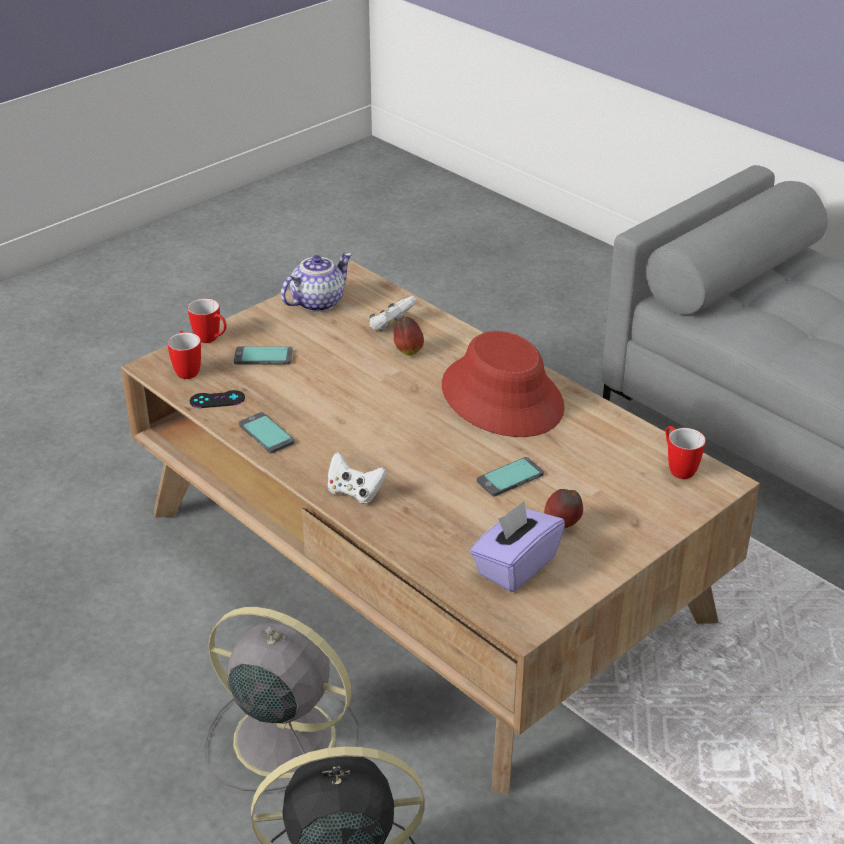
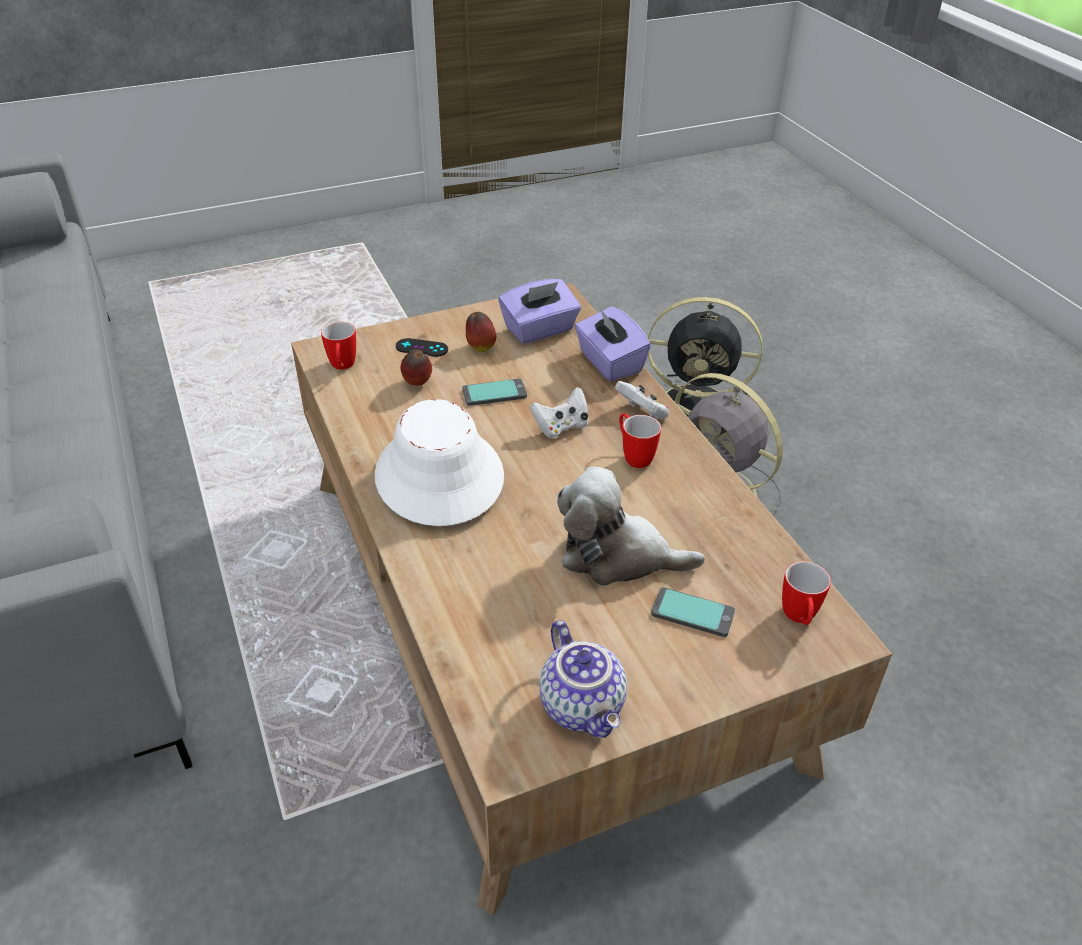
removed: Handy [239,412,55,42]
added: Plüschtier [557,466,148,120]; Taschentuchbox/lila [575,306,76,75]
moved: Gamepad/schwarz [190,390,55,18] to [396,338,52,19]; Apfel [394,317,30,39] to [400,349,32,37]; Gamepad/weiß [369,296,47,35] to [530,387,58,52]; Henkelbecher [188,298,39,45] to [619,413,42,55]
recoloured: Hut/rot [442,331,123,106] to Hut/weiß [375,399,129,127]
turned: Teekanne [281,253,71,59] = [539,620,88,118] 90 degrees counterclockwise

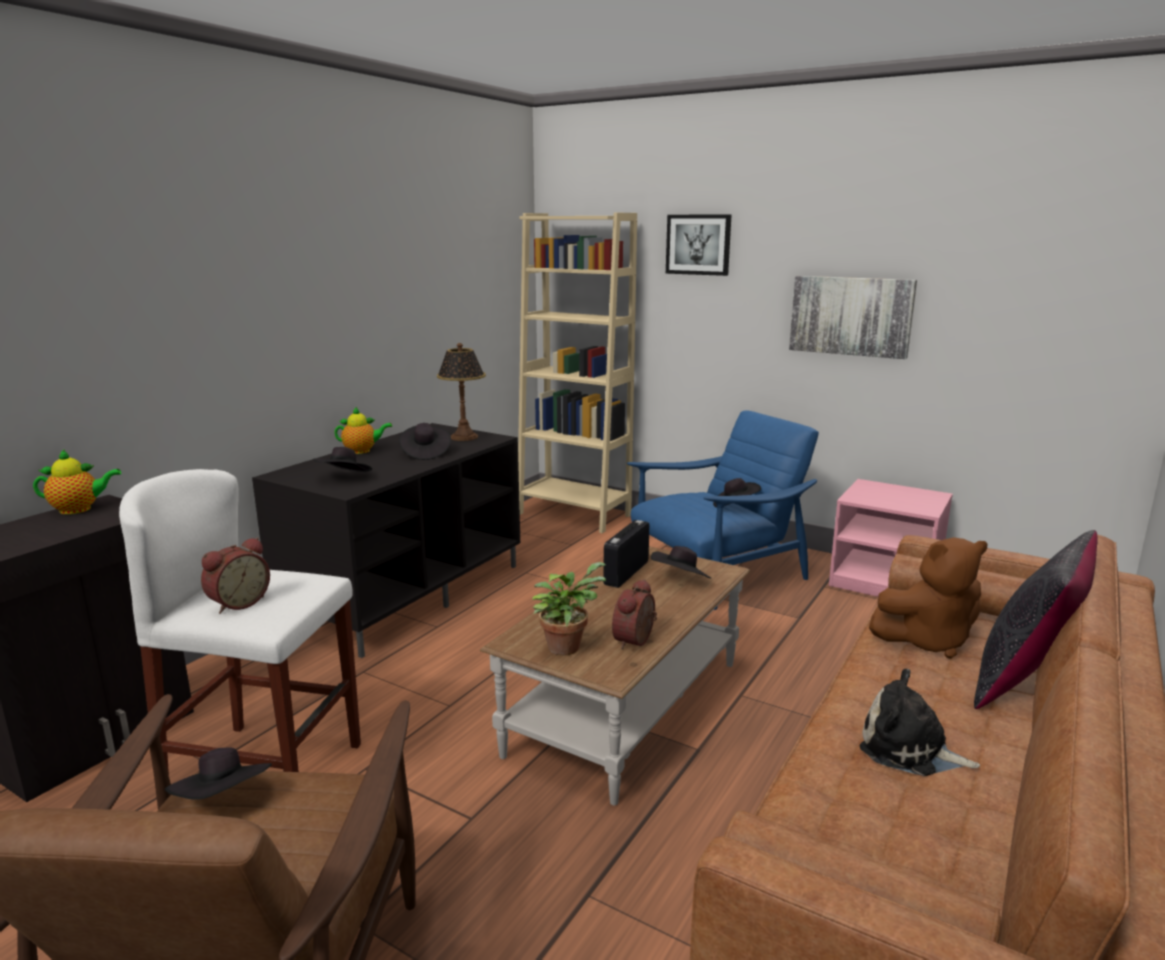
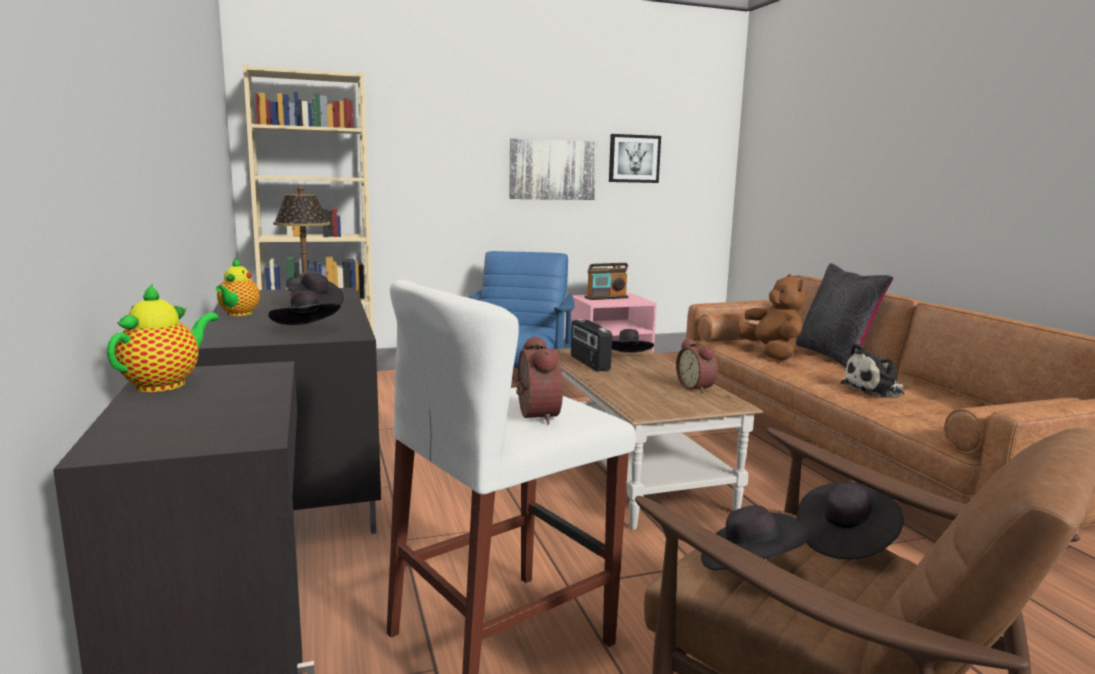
removed: Topfpflanze [532,562,74,94]
added: Radio [585,263,43,37]
moved: Bild [666,214,66,62] to [609,134,52,49]; Hut/schwarz [713,478,48,29] to [796,482,108,77]
turned: Teekanne [334,407,58,47] = [216,258,44,58] 150 degrees clockwise; Plüschtier/braun [869,537,119,122] = [736,274,69,86] 45 degrees counterclockwise

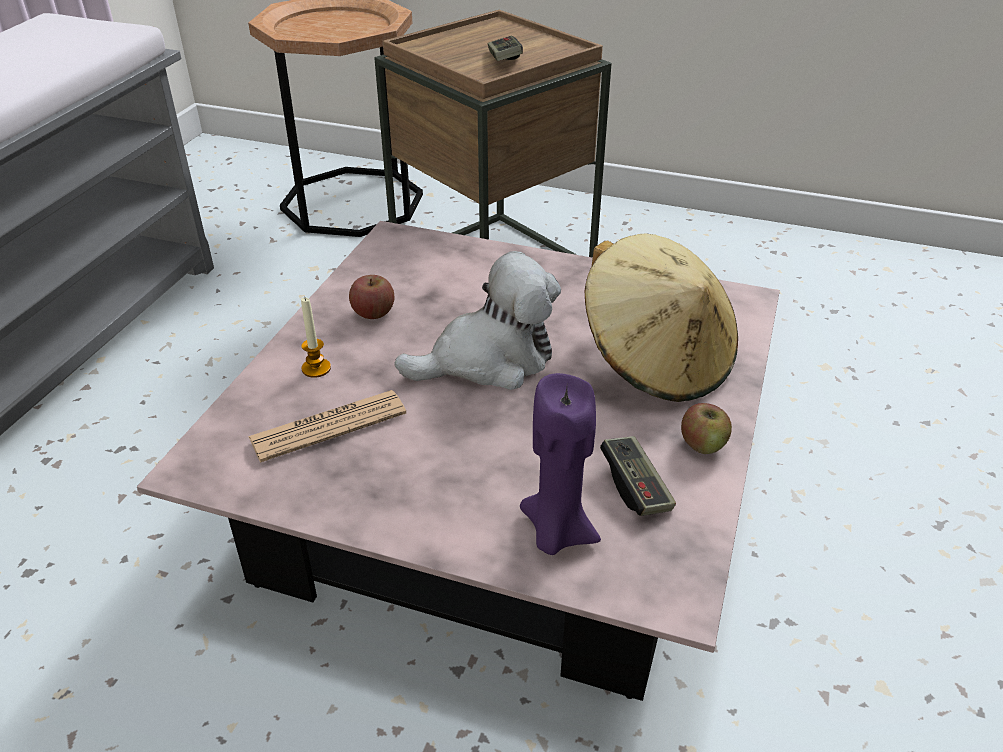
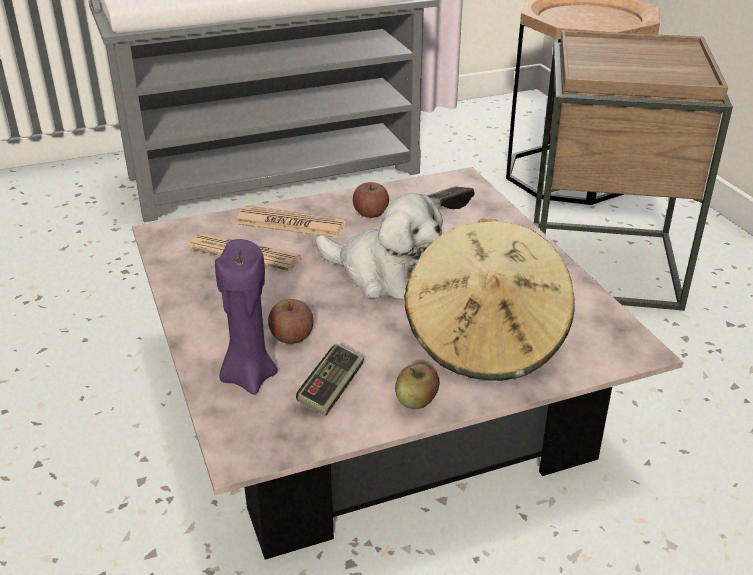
added: Apfel [268,299,46,45]
moved: Gamepad [488,36,35,25] to [426,187,49,22]
replaced: Kerze [301,297,30,81] to Zeitung [236,206,110,32]

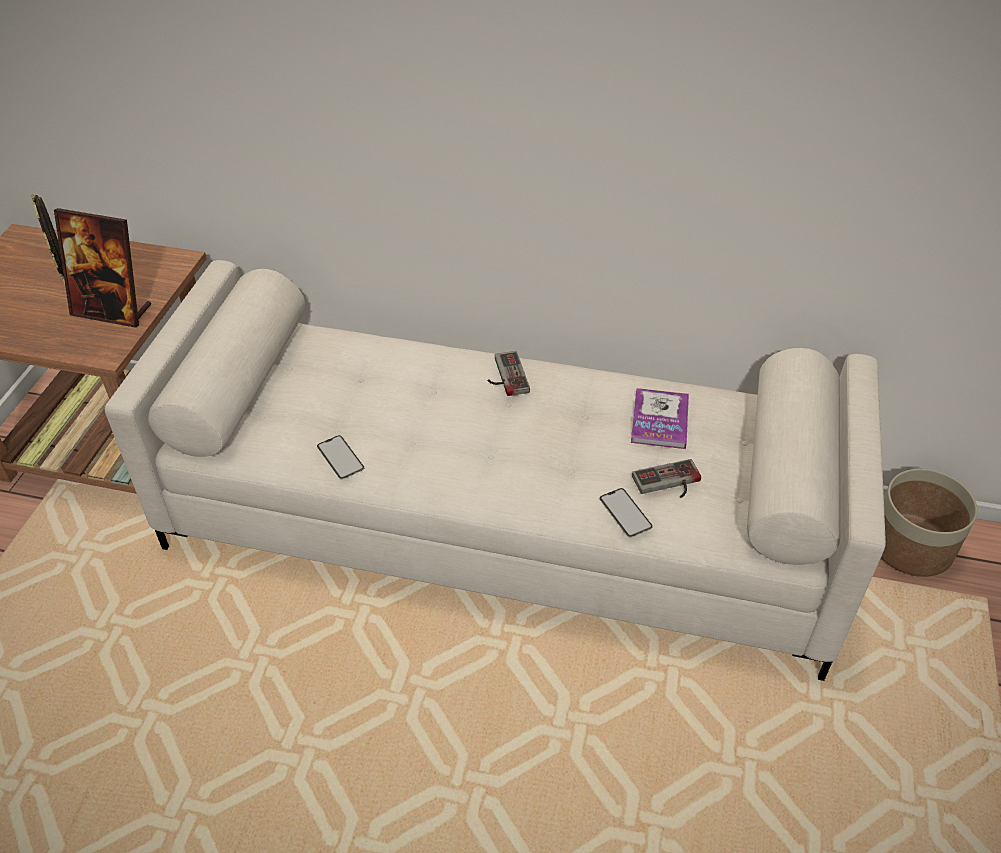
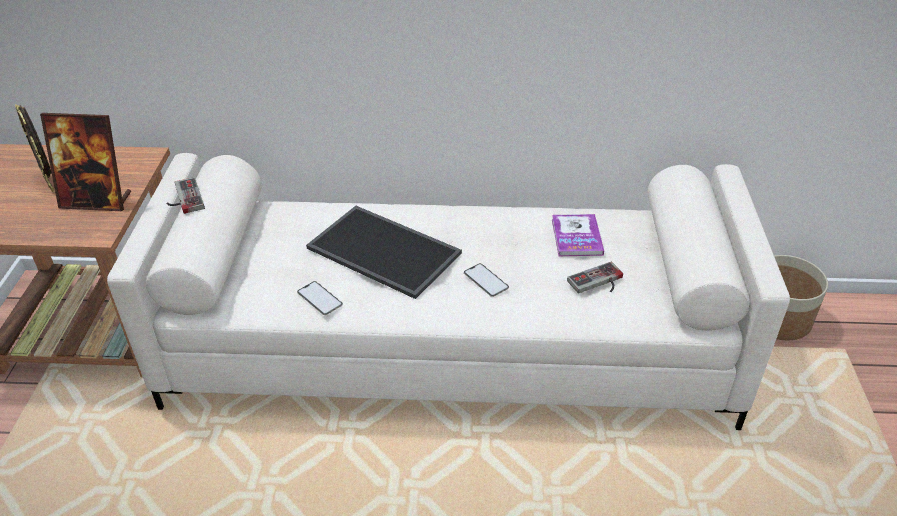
added: Tablett [306,206,156,93]
moved: Gamepad [488,351,42,45] to [166,177,39,37]; Handy [600,488,53,49] to [464,263,45,34]

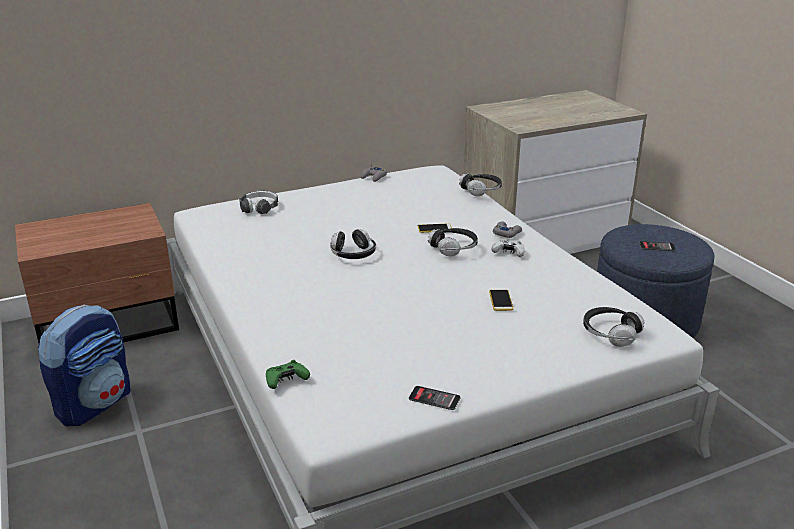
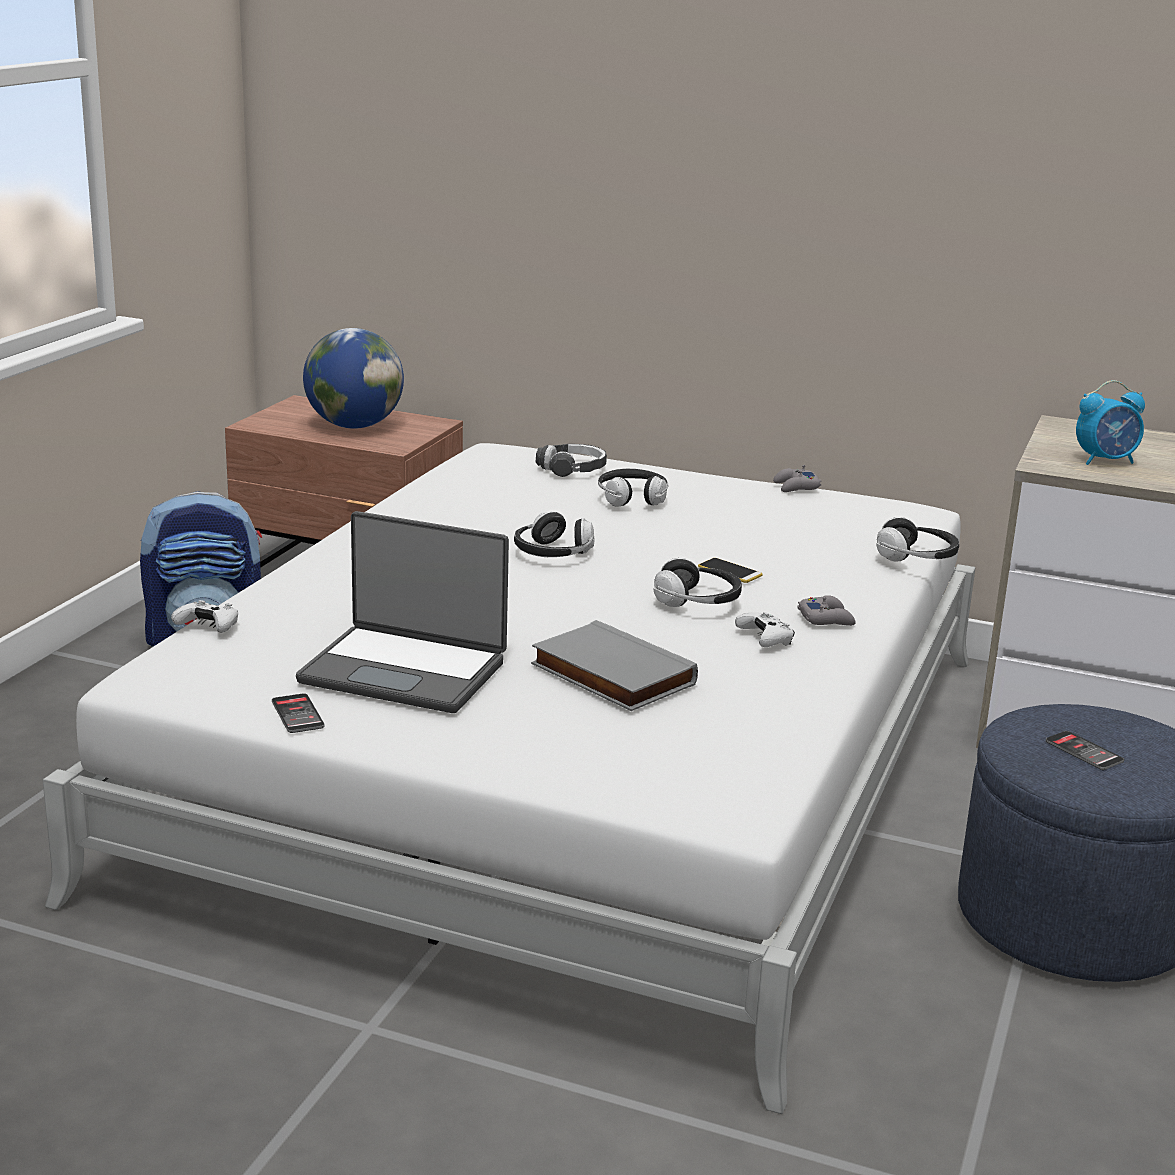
added: Laptop [296,511,213,202]; Globus [303,328,101,101]; Wecker [1076,380,69,85]
moved: Kopfhörer [583,307,62,40] to [598,469,70,38]
replaced: Handy [489,290,24,21] to Buch/grau [531,620,167,91]
recoloured: Gamepad/grün [266,360,44,29] to Gamepad/weiß [171,600,67,33]

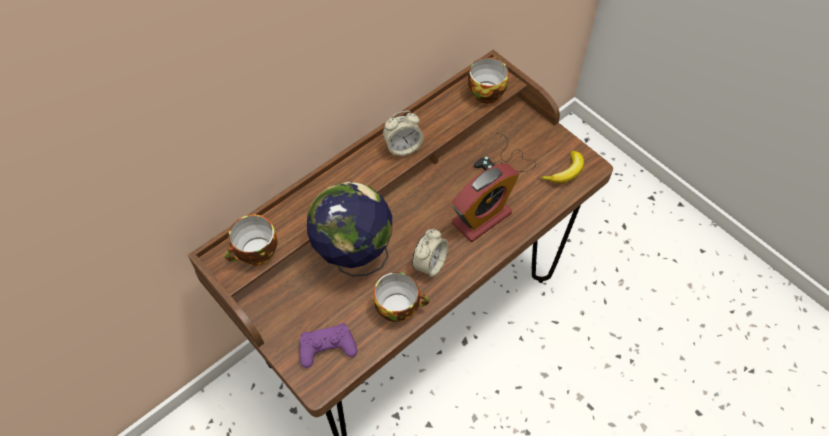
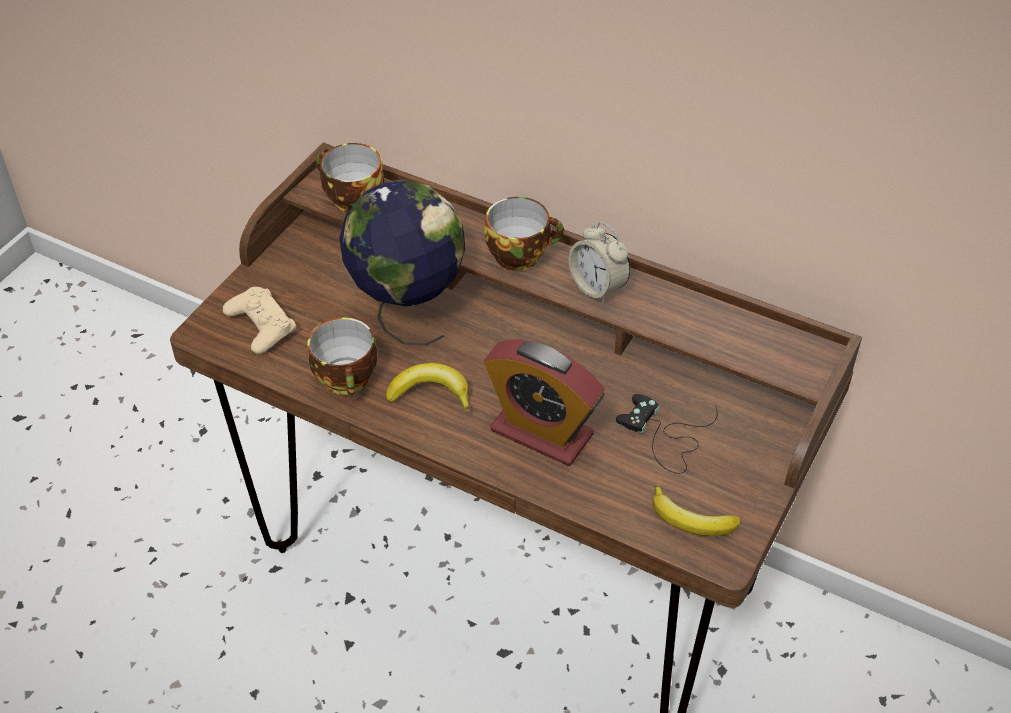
moved: Tasse [468,57,41,46] to [484,197,80,74]
replaced: Wecker [412,229,36,50] to Banane [386,363,84,50]
recoloured: Gamepad/lila [299,323,58,45] to Gamepad/beige [223,287,73,67]

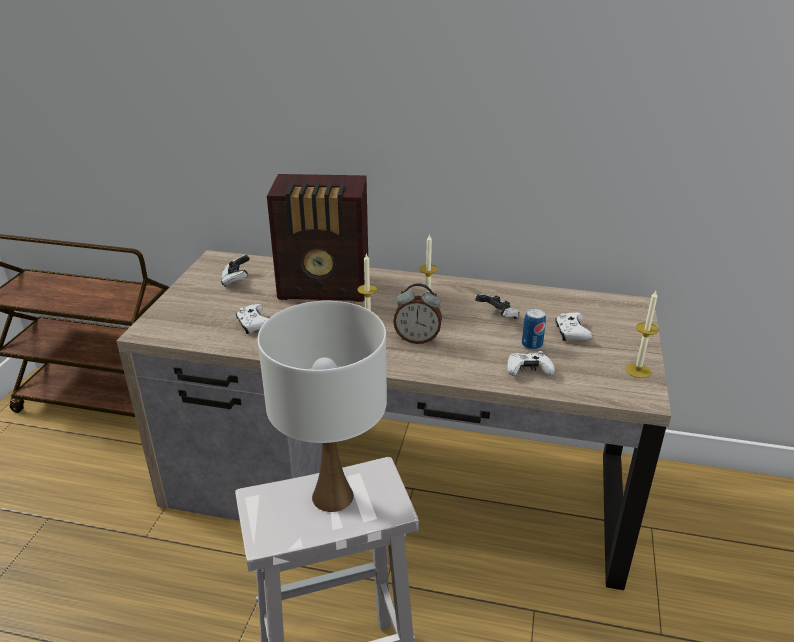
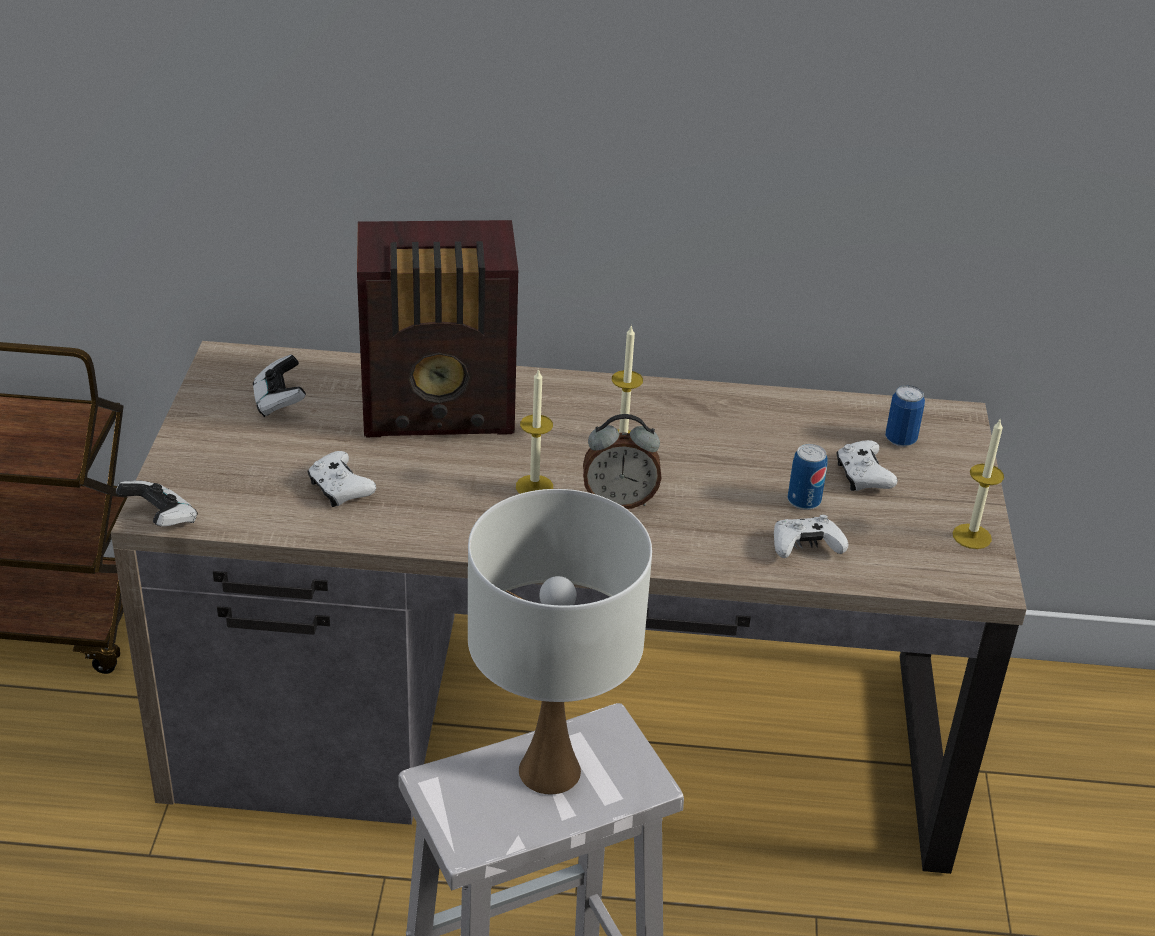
added: Dose [885,385,40,62]
moved: Gamepad [475,294,45,25] to [116,480,82,46]

